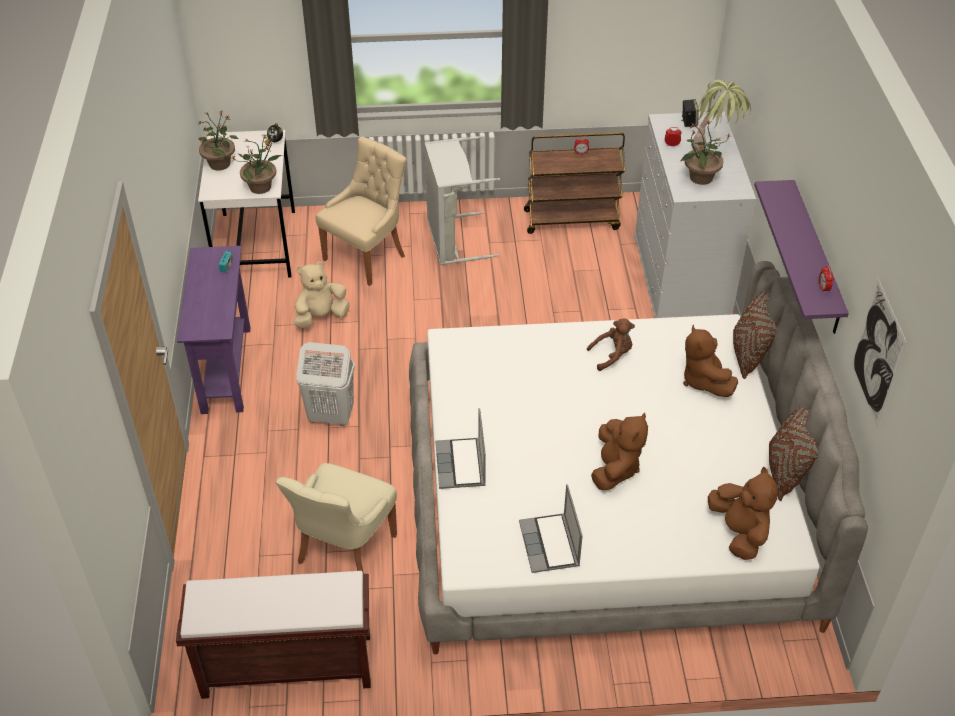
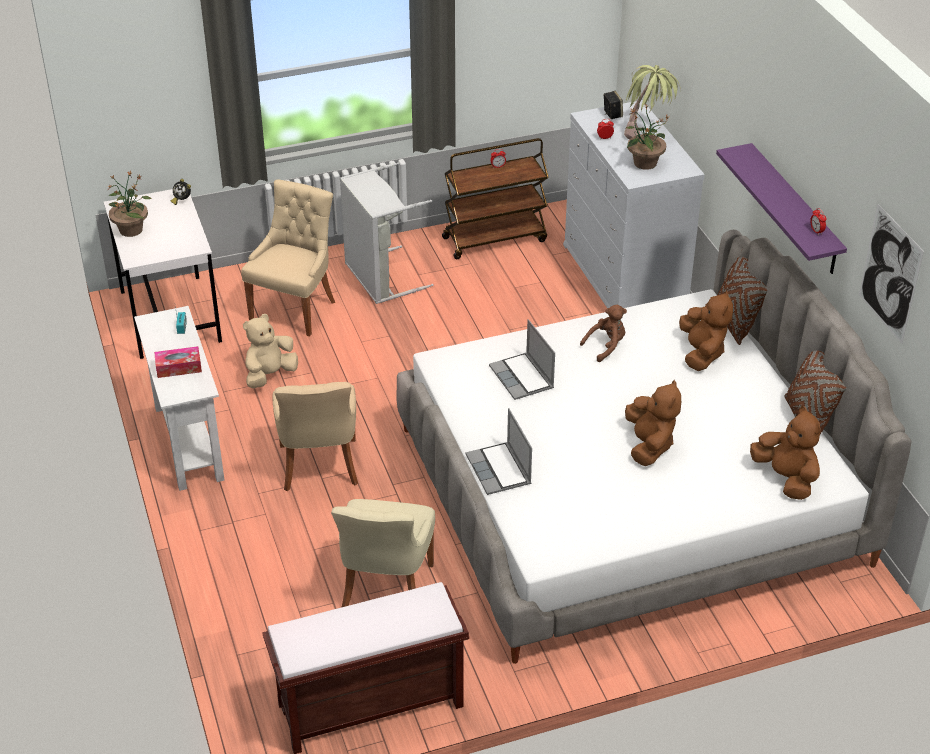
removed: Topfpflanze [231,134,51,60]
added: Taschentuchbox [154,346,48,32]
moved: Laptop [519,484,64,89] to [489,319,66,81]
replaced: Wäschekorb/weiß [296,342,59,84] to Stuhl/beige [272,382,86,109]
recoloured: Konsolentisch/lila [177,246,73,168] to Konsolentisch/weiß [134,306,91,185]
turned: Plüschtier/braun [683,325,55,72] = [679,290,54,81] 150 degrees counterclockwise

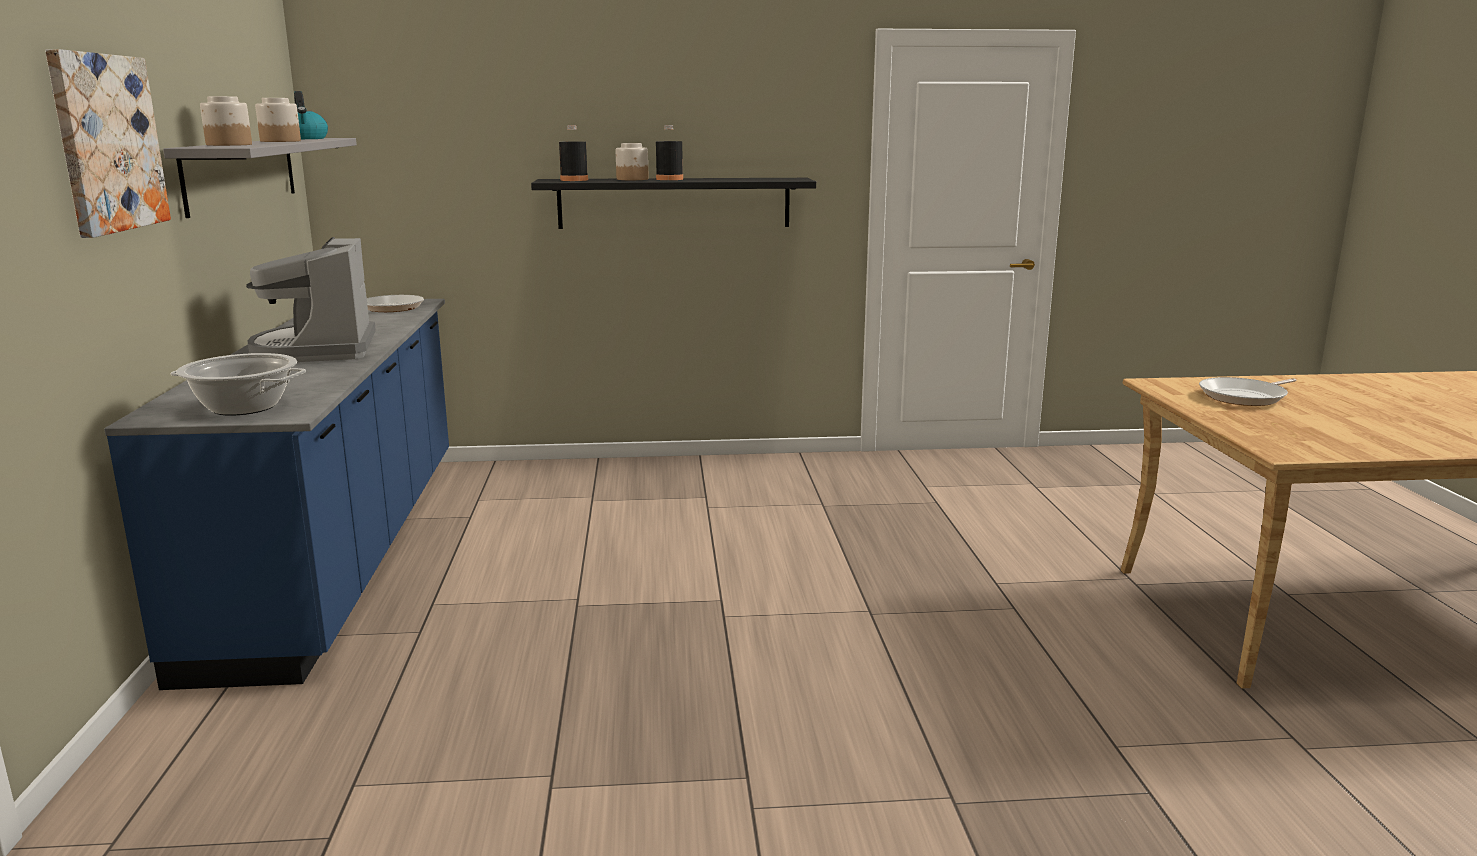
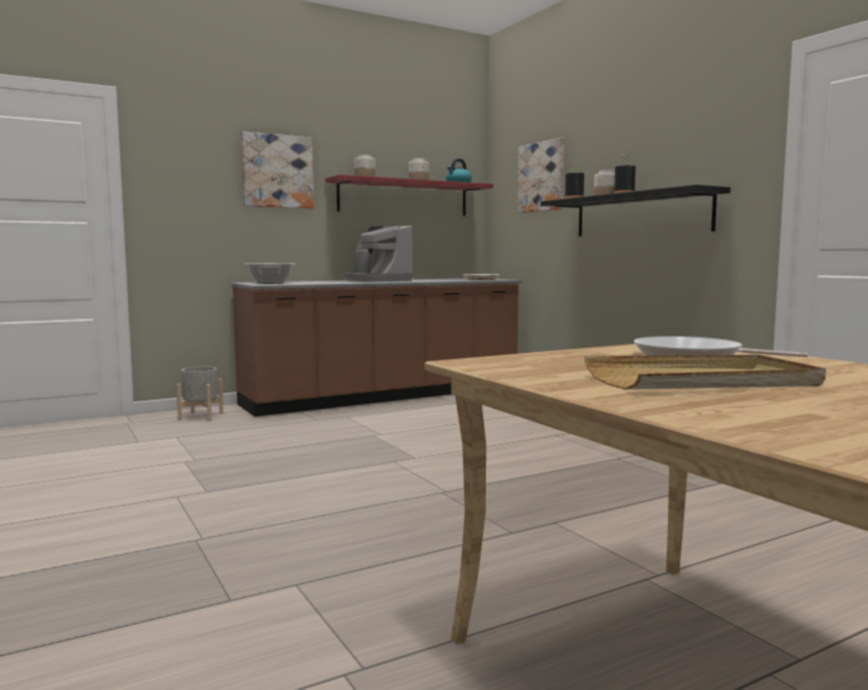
added: Pflanzkübel/grau [176,366,47,55]; Bild [518,138,46,75]; Tablett/beige [584,355,242,35]
recoloured: Küchenzeile/blau [104,299,345,391] to Küchenzeile/braun [231,278,291,139]; Wandregal/grau [163,138,194,80] to Wandregal/rot [325,175,168,41]
turned: Kaffeemaschine [246,237,130,125] = [345,226,68,56] 90 degrees counterclockwise

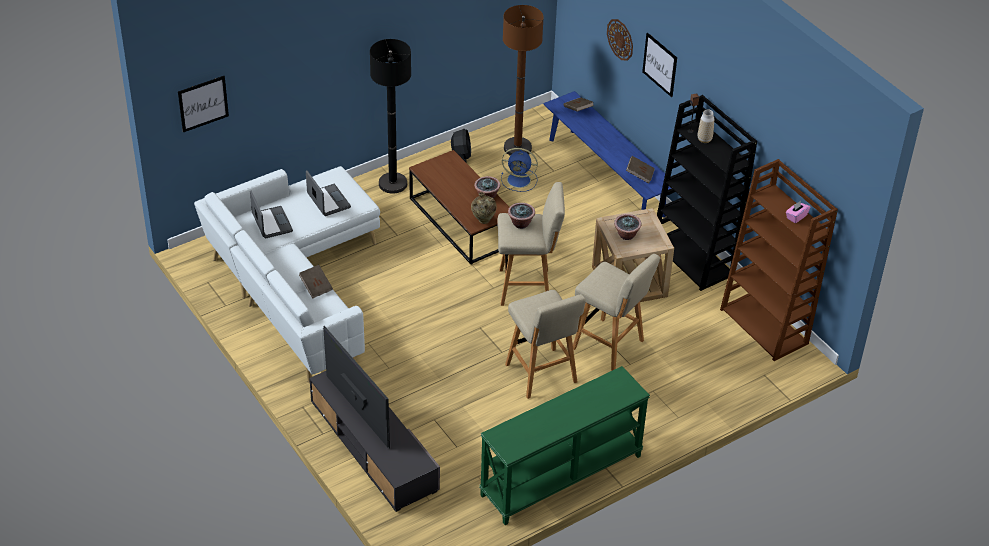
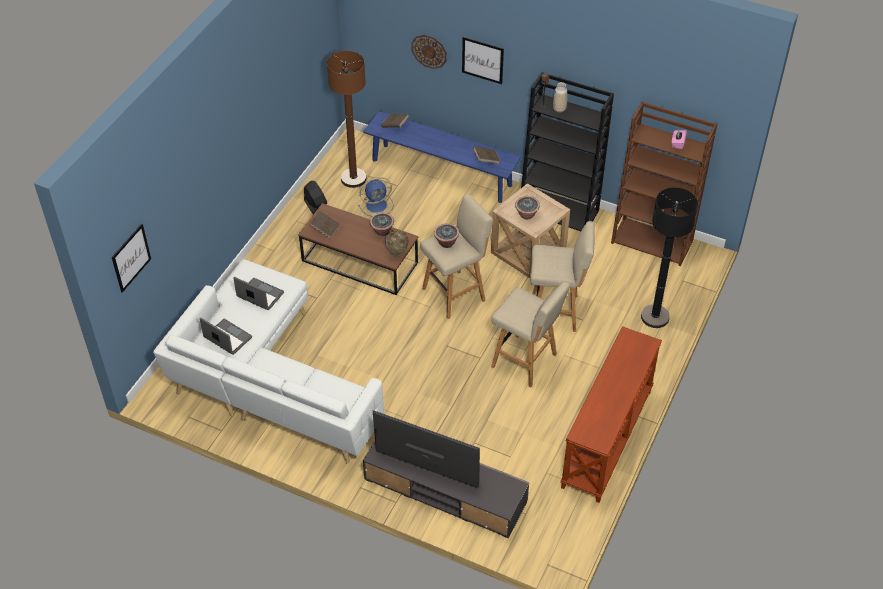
moved: Buch/braun [299,265,34,34] to [309,210,31,28]; Stehlampe/schwarz [370,39,41,155] to [641,187,57,141]
recoloured: Konsolentisch/grün [479,366,171,159] to Konsolentisch/braun [561,326,101,177]

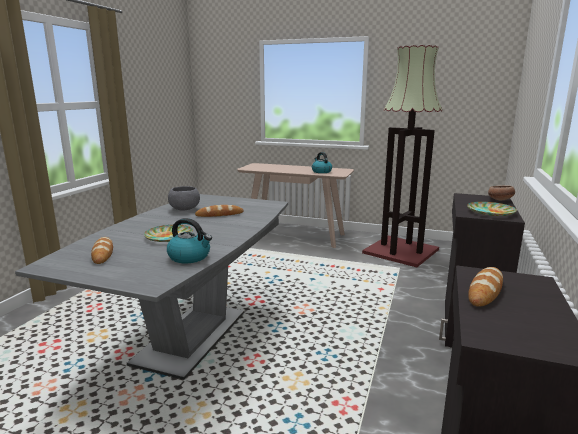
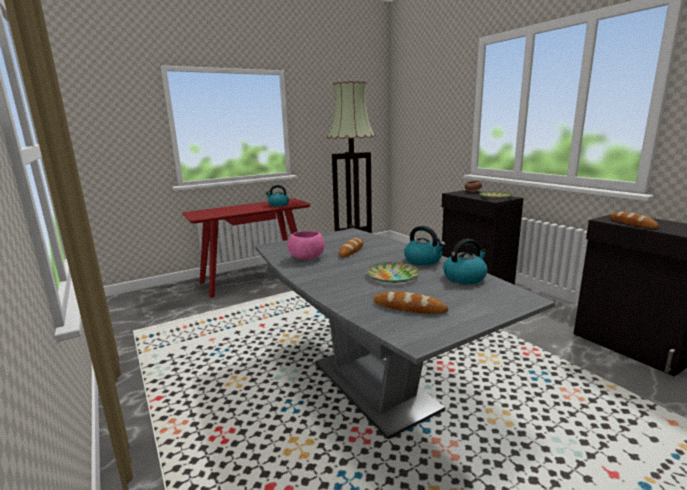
added: Wasserkessel [404,226,42,39]
recoloured: Konsolentisch/beige [237,163,117,85] to Konsolentisch/rot [182,198,129,100]; Schüssel/grau [168,186,32,25] to Schüssel/rosa [287,231,38,29]

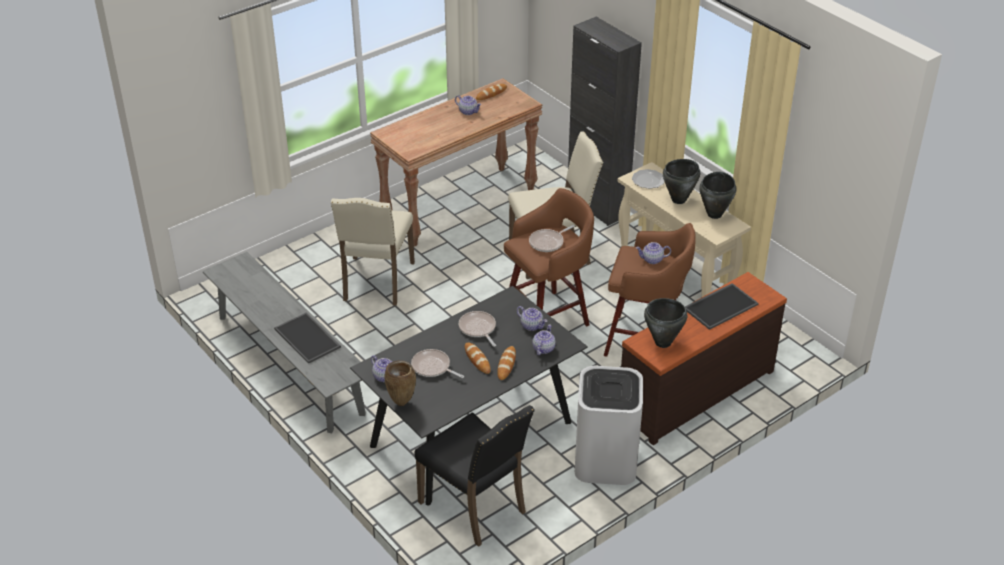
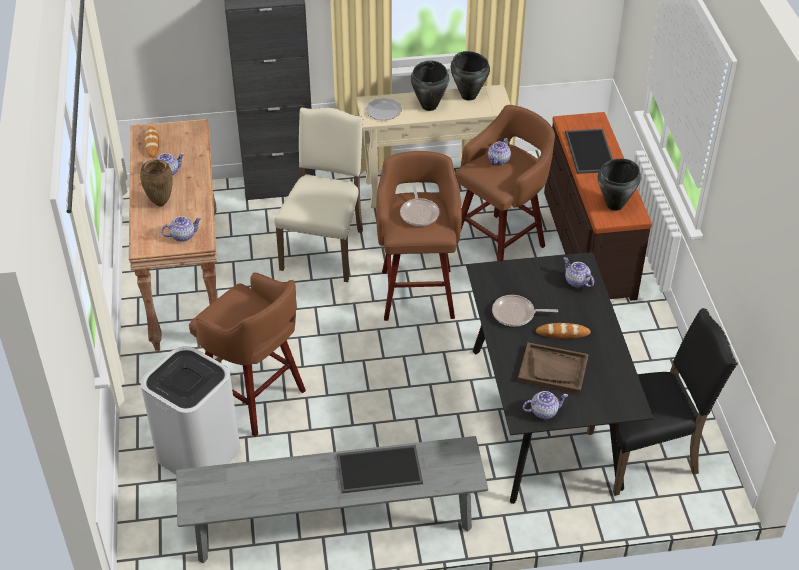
removed: Brot [497,346,19,34]
moved: Vase/braun [385,361,31,45] to [140,160,33,46]; Mülleimer/weiß [575,366,68,119] to [141,346,99,128]; Teekanne [517,306,30,25] to [161,216,41,26]
replaced: Stuhl/beige [331,198,84,108] to Hocker/braun [189,273,117,164]; Pfanne [411,349,53,29] to Tablett/braun [518,342,71,52]

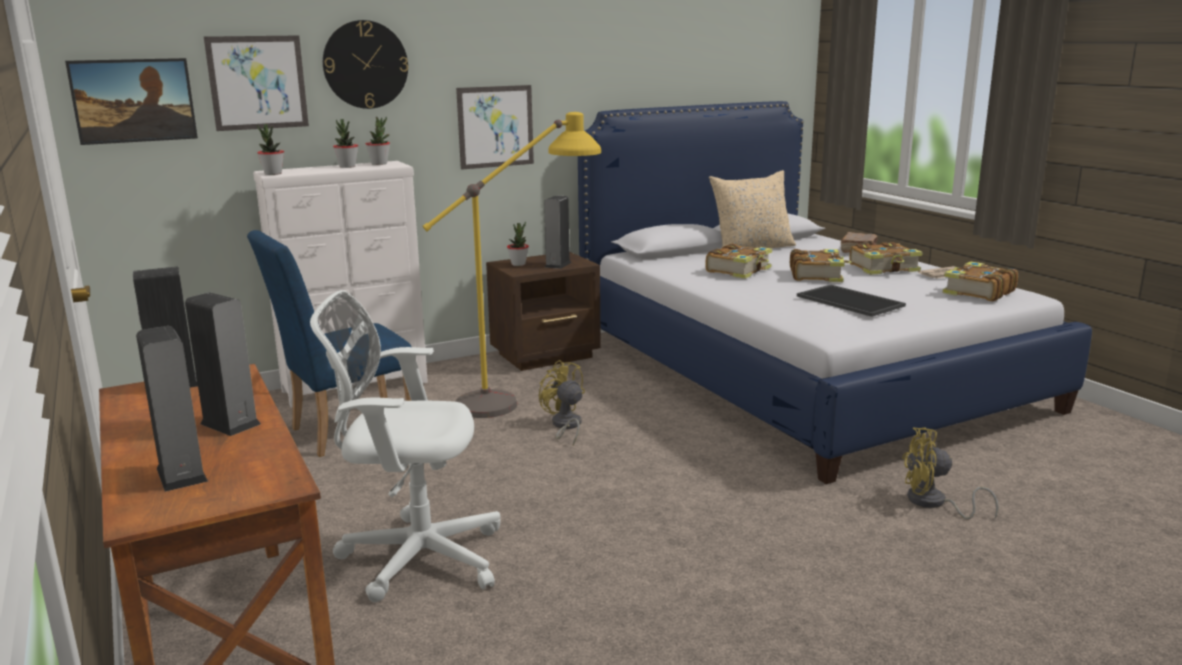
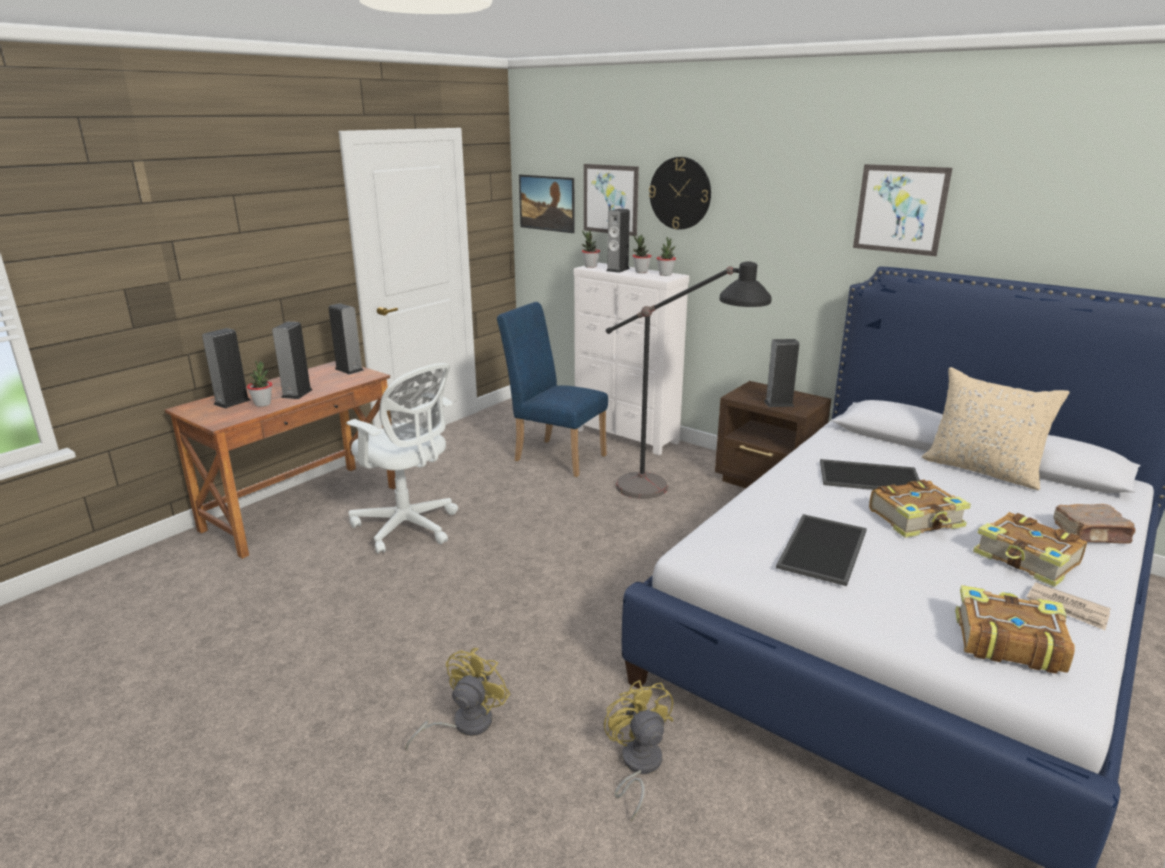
added: Lautsprecher [606,209,24,64]
moved: Topfpflanze [507,222,22,44] to [247,361,25,46]; Ventilator/gelb [539,360,46,86] to [405,648,105,102]; Bild [456,85,78,85] to [853,164,99,92]
replaced: Buch [706,244,66,35] to Tablett [820,459,100,31]
recoloured: Stehlampe/gelb [423,112,178,306] to Stehlampe/schwarz [606,261,166,238]
turned: Bürostuhl/weiß [310,290,191,312] = [346,363,112,191] 150 degrees clockwise

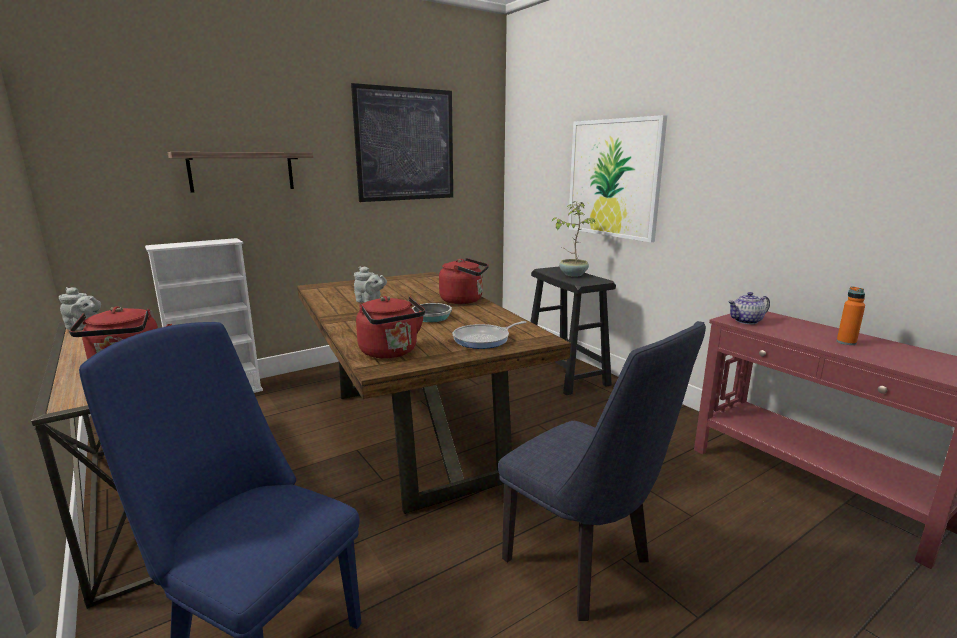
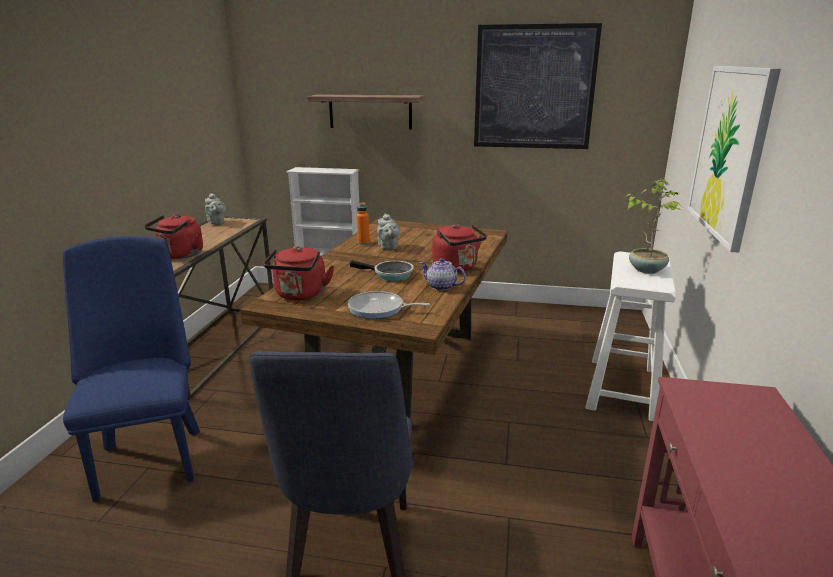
moved: Flasche/orange [837,286,28,59] to [356,202,14,43]; Teekanne [728,292,42,32] to [419,258,47,33]
recoloured: Hocker/schwarz [529,267,87,128] to Hocker/weiß [586,251,90,170]

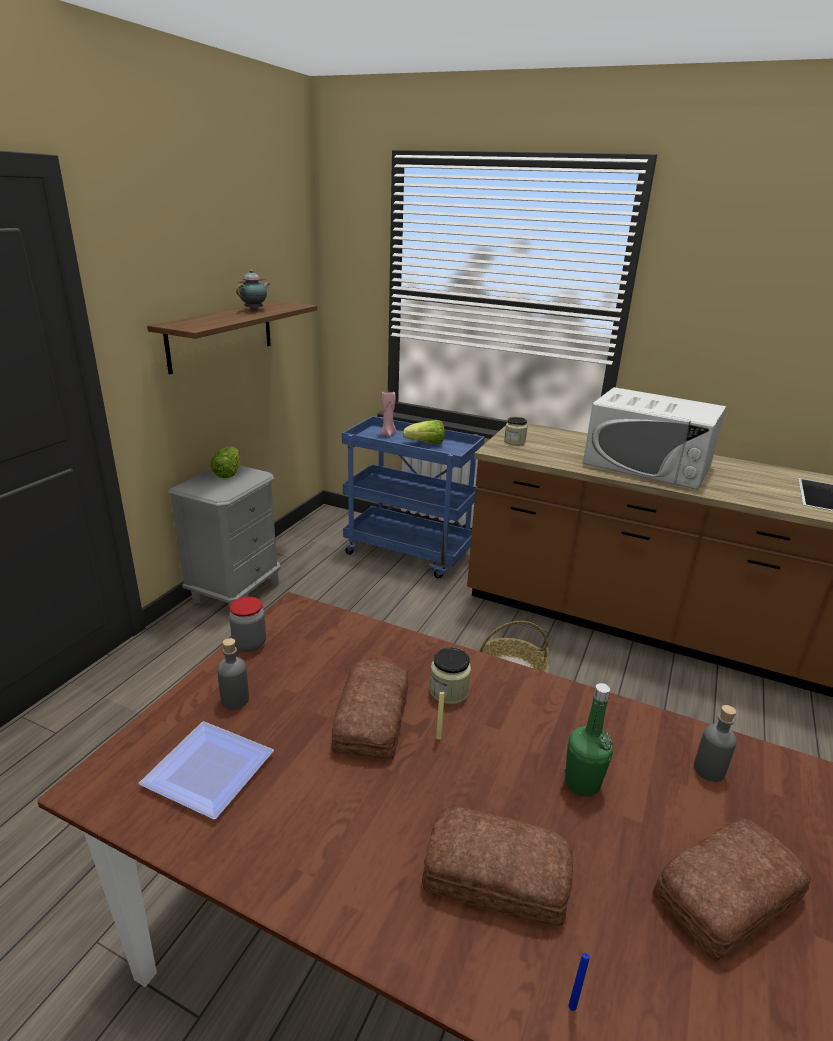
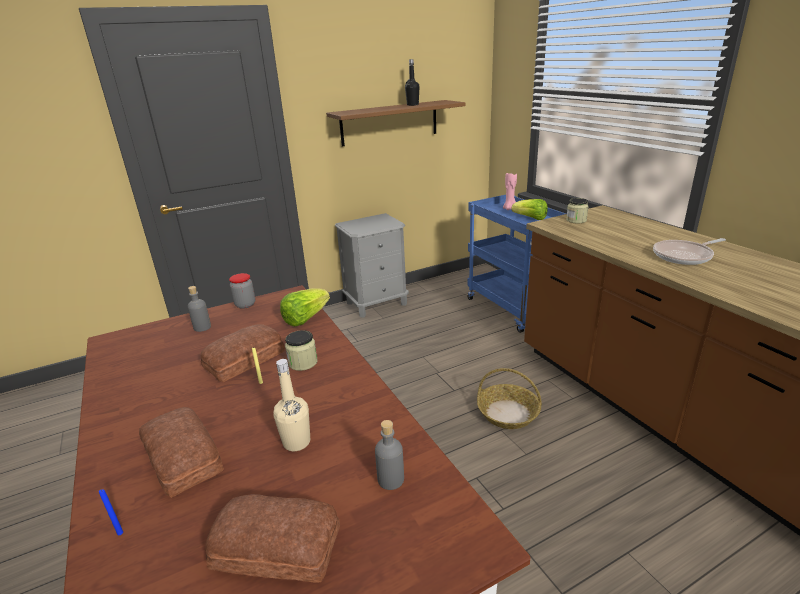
removed: Teller [139,721,135,98]
moved: Salatkopf [211,446,29,32] to [280,288,50,38]
replaced: Teekanne [236,270,33,41] to Flasche/schwarz [405,59,14,47]; Mikrowelle/weiß [583,387,143,103] to Pfanne [653,238,73,27]
recoloured: Flasche/grün [565,683,48,114] to Flasche/beige [273,359,37,92]

